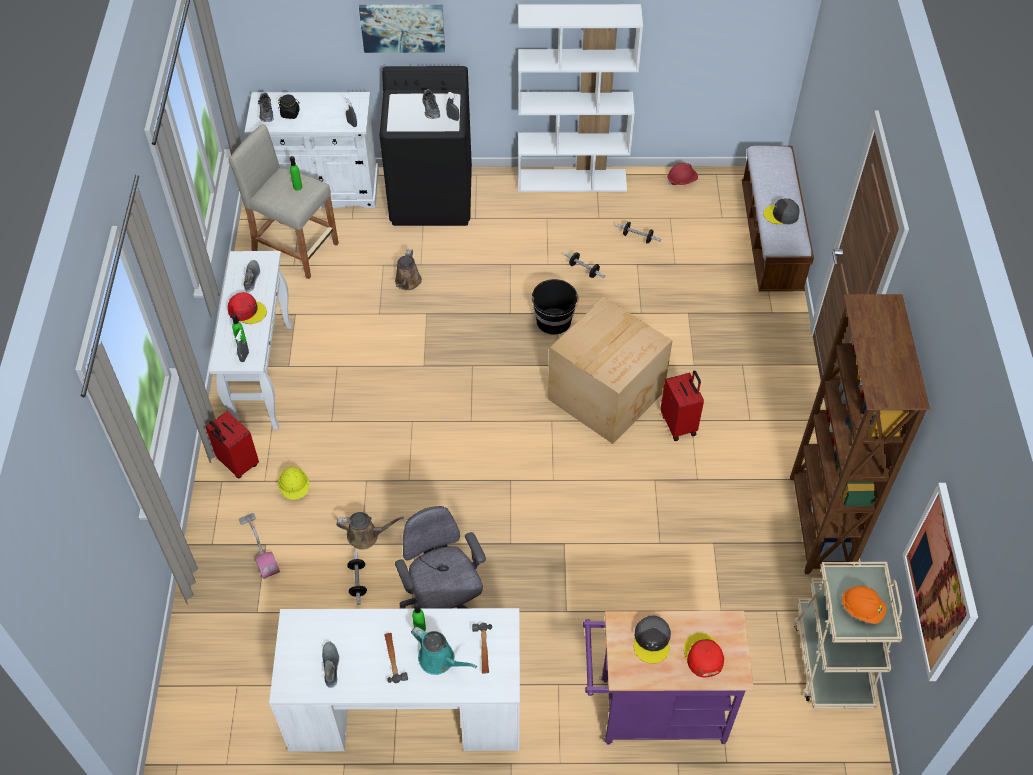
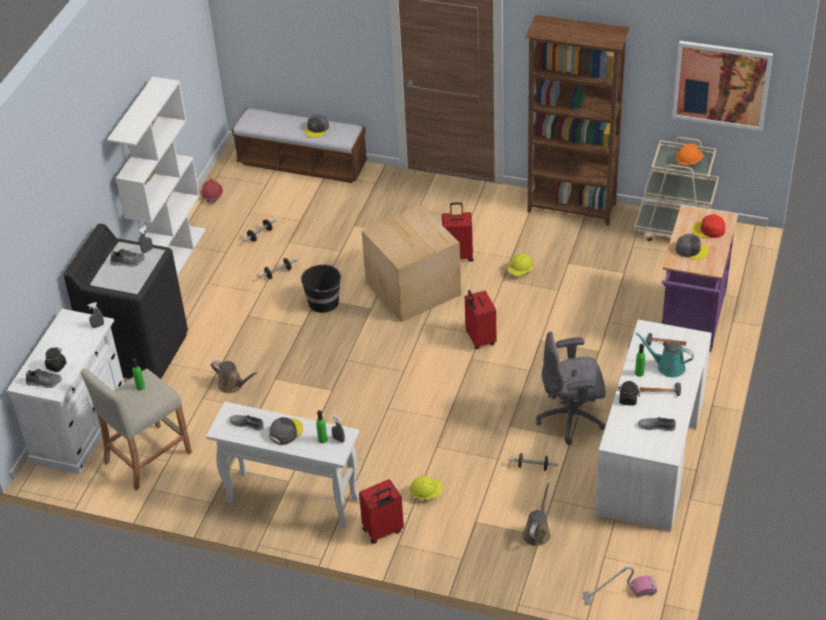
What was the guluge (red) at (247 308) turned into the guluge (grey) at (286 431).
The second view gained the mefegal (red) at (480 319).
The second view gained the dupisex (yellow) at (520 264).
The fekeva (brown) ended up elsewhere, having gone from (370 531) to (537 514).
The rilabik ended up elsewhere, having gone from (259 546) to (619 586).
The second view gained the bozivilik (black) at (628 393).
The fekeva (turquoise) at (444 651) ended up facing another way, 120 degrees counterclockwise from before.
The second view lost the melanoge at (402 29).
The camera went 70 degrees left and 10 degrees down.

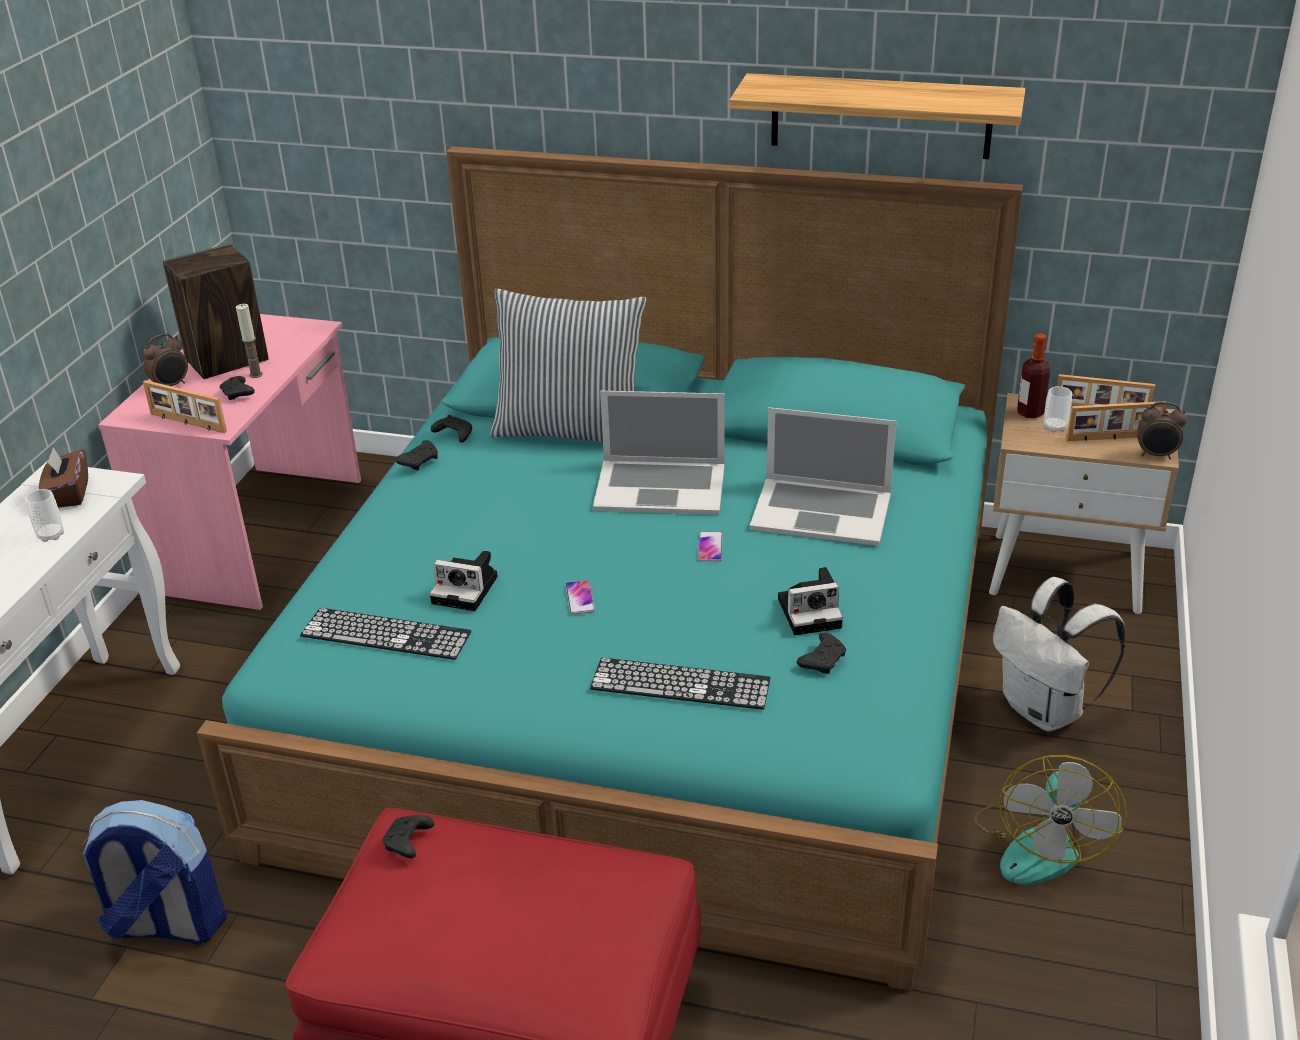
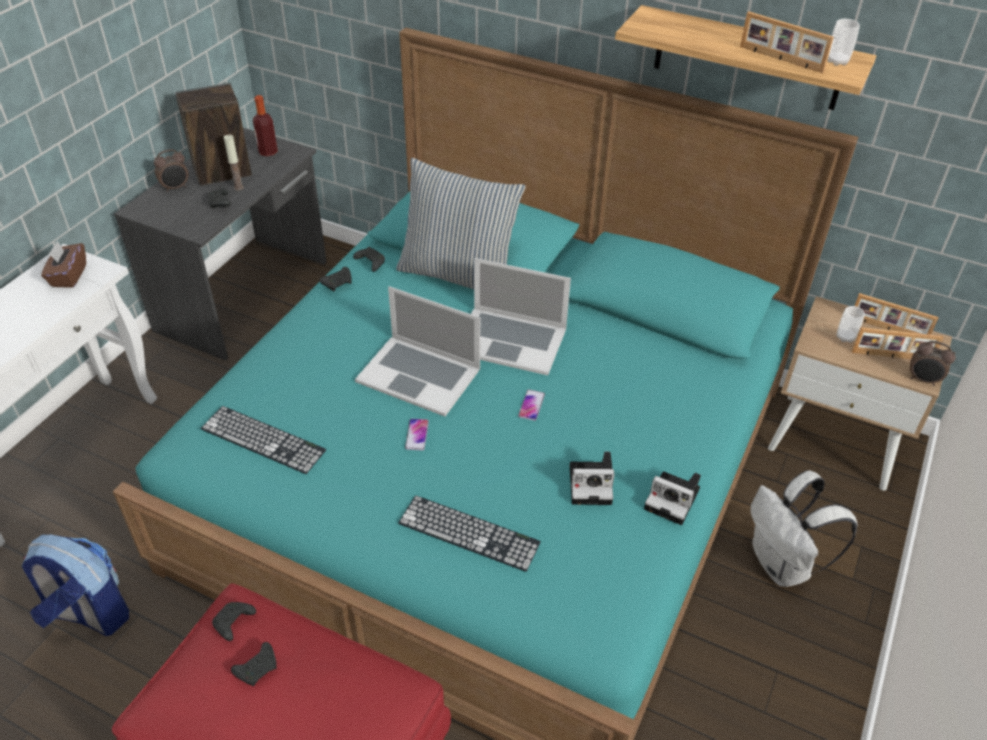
What was the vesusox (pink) at (229 462) turned into the vesusox (grey) at (220 244).
The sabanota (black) ended up elsewhere, having gone from (821 653) to (254 664).
The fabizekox ended up elsewhere, having gone from (1033 375) to (265 125).
The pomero ended up elsewhere, having gone from (823 476) to (417 351).
The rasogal ended up elsewhere, having gone from (464 581) to (672 498).
The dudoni ended up elsewhere, having gone from (185 406) to (787 42).
The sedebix ended up elsewhere, having gone from (44 515) to (843 42).
The second view lost the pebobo at (1050 819).
The camera went 10 degrees right and 10 degrees up.

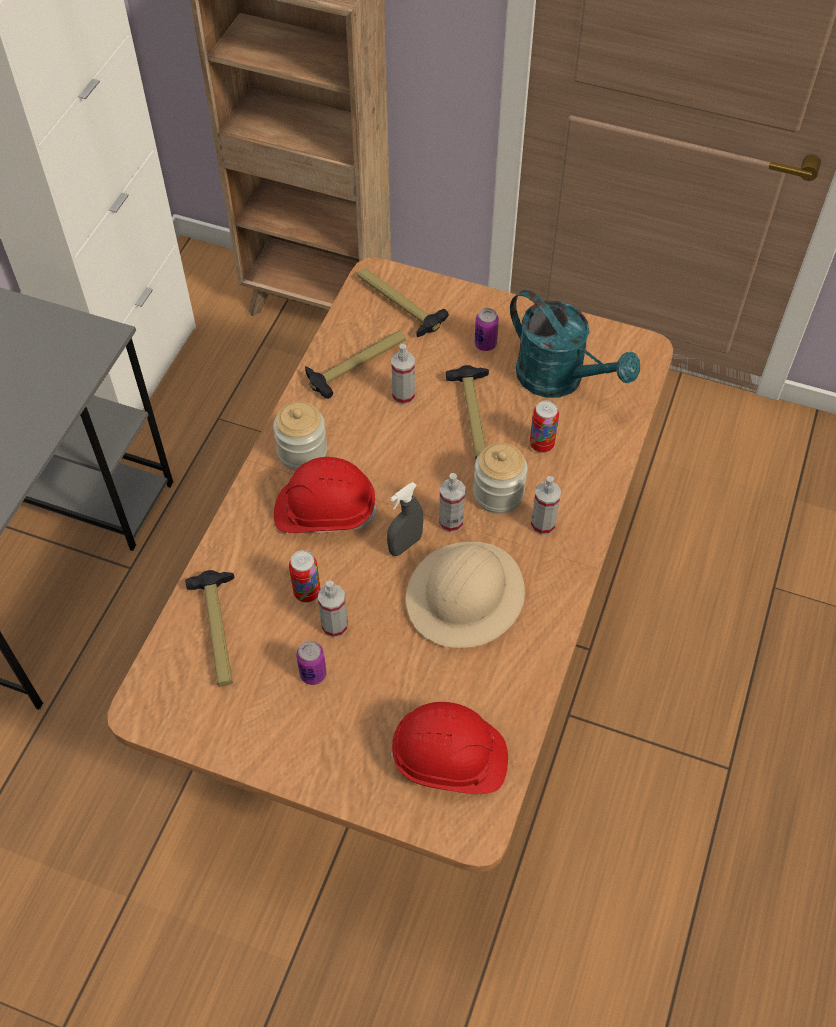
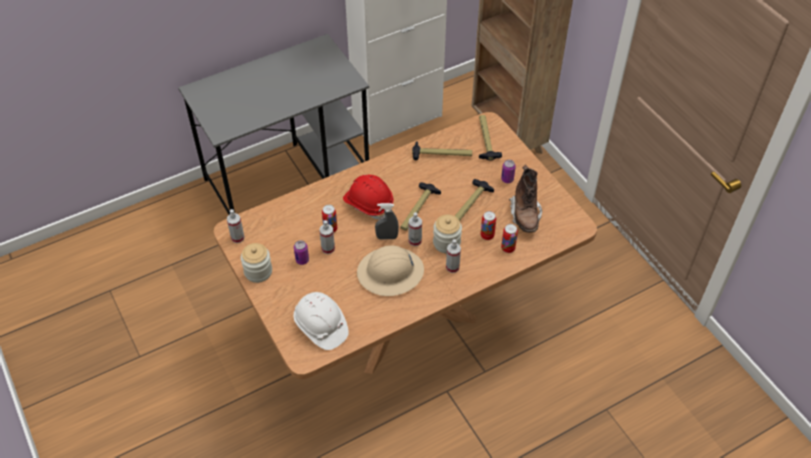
The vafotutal ended up elsewhere, having gone from (403 374) to (236 226).
The bozivilik ended up elsewhere, having gone from (300 436) to (256 263).
What was the dupisex (red) at (449 748) turned into the dupisex (white) at (321 321).
The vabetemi ended up elsewhere, having gone from (210 628) to (420 206).
The second view gained the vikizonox at (509 238).
Where the fekeva (turquoise) stood at (575 344), the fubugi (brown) came to stand at (525 199).
The camera went 40 degrees right and 5 degrees down.

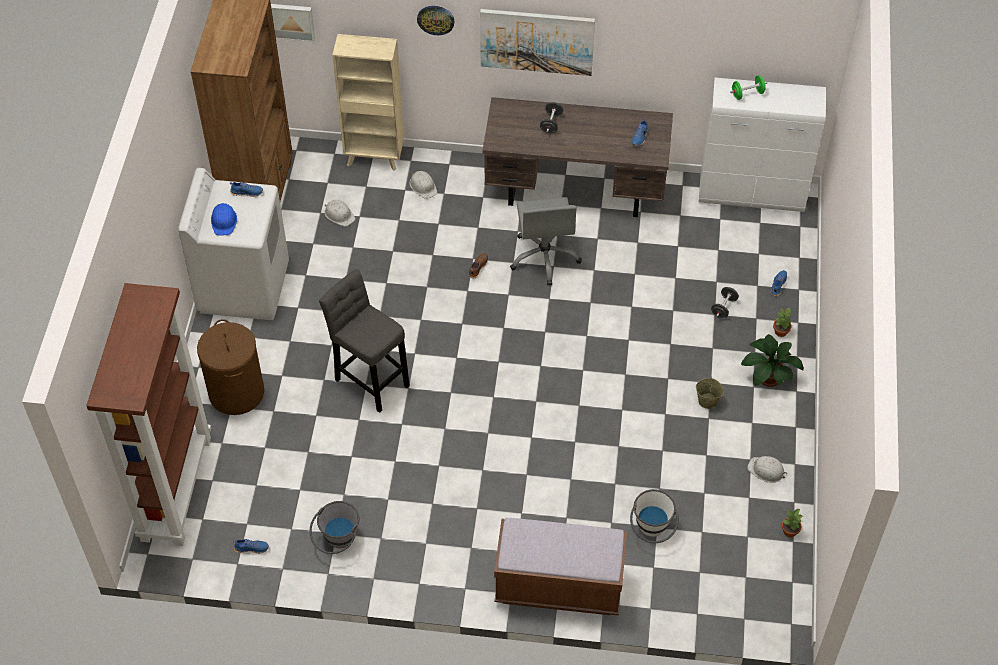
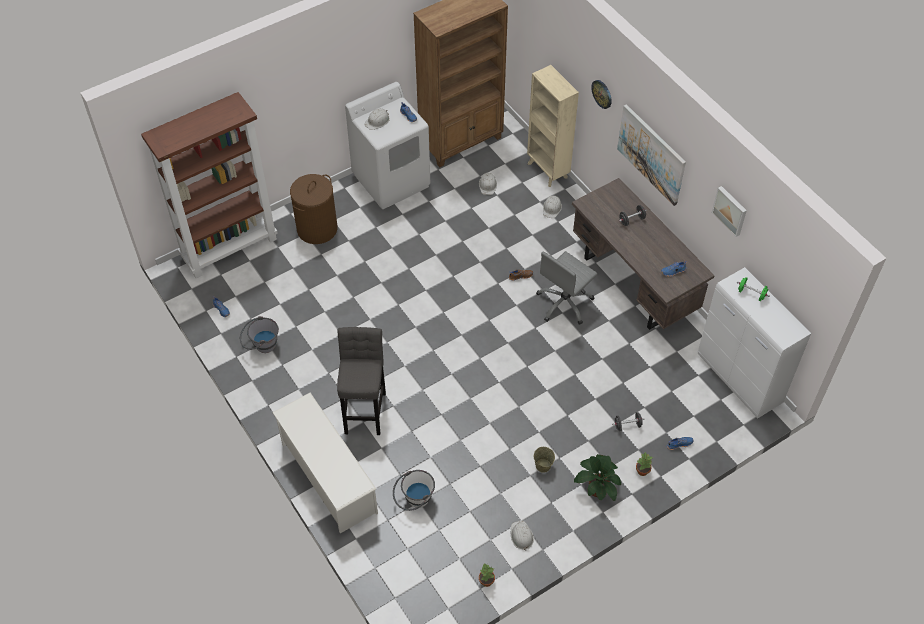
Where the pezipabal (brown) stood at (560 566), the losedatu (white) came to stand at (325 463).
The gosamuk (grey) ended up elsewhere, having gone from (364 341) to (361 381).
What was the dupisex (blue) at (224 219) turned into the dupisex (white) at (377 119).
The melanoge ended up elsewhere, having gone from (293 23) to (729 211).
The camera went 50 degrees right and 0 degrees up.

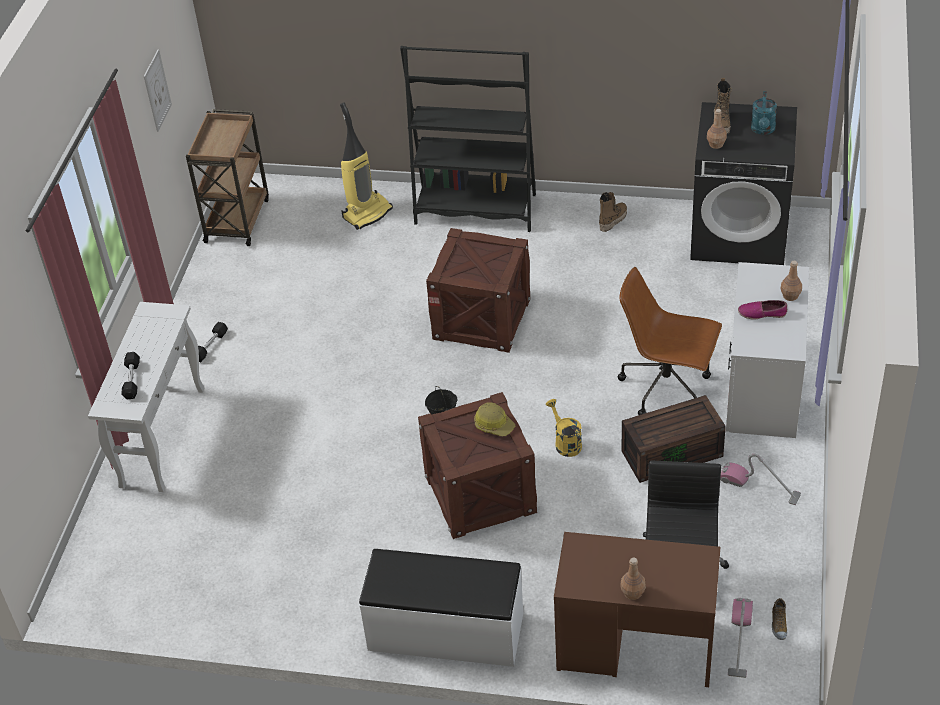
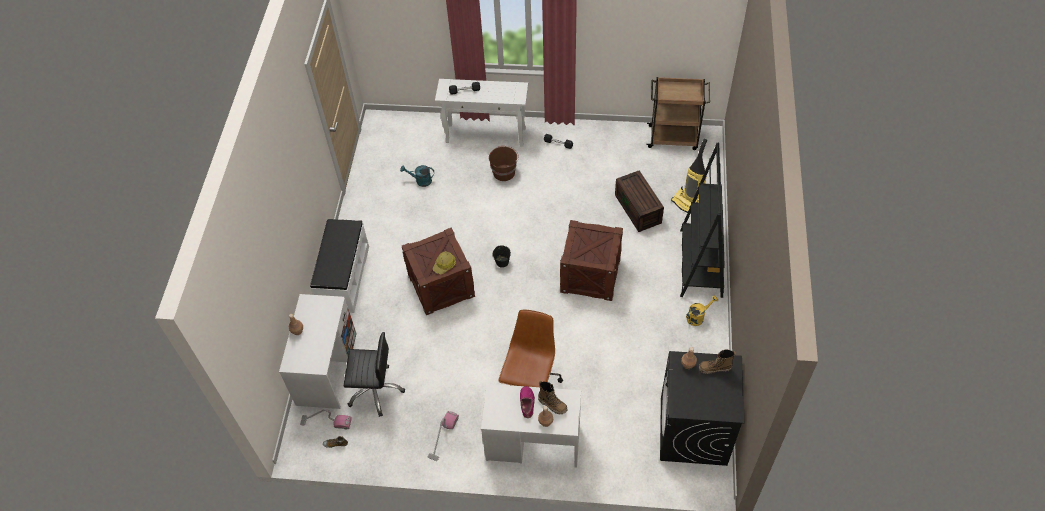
What was the vesusox (brown) at (637 609) turned into the vesusox (white) at (318 351).
The fekeva (turquoise) ended up elsewhere, having gone from (764 113) to (417 176).
The second view gained the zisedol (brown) at (504 163).
The fubugi ended up elsewhere, having gone from (613 212) to (552 397).
The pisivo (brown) ended up elsewhere, having gone from (673 439) to (639 201).
The fekeva (yellow) ended up elsewhere, having gone from (564 428) to (702 310).
The second view lost the melanoge at (158 90).
The camera went 85 degrees right and 10 degrees up.

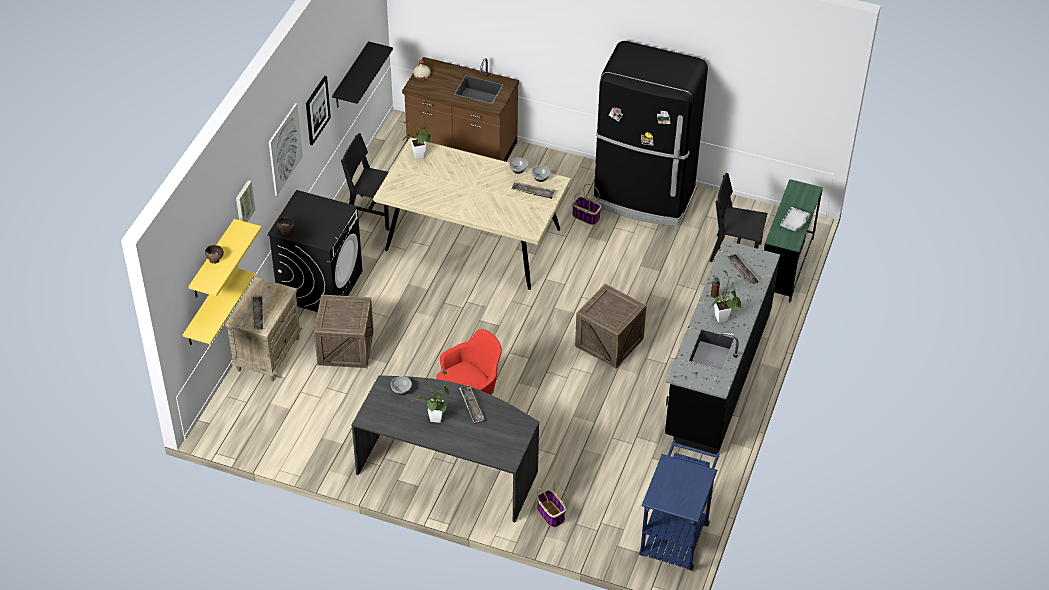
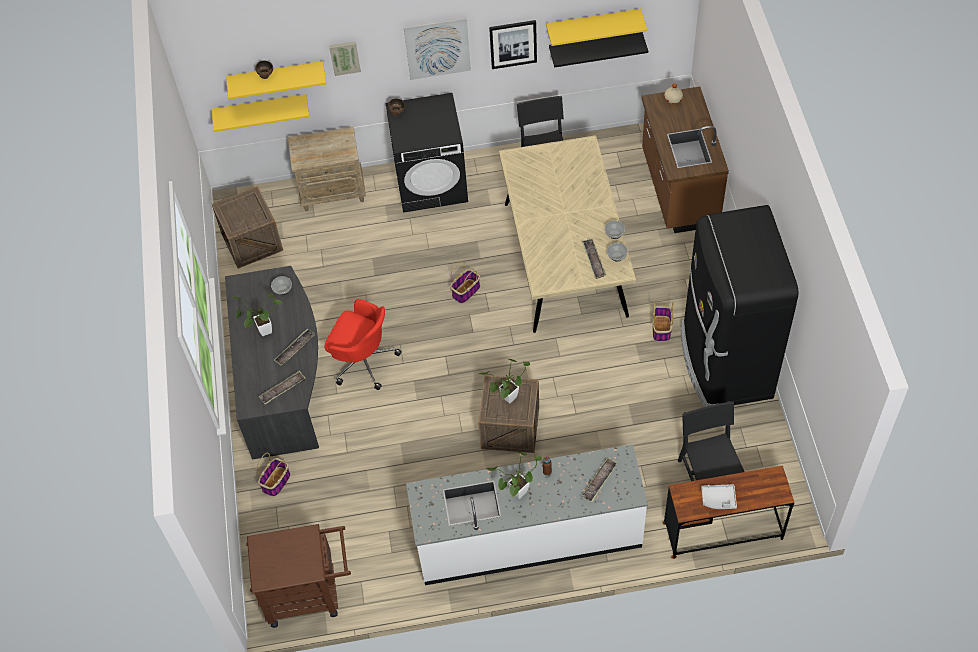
The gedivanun ended up elsewhere, having gone from (344 331) to (247 227).
What was the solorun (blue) at (679 505) turned into the solorun (brown) at (298 576).
The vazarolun ended up elsewhere, having gone from (258 312) to (282 387).
What was the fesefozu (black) at (722 347) turned into the fesefozu (white) at (527 514).
The second view gained the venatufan at (465 282).
The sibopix ended up elsewhere, having gone from (417 134) to (504 381).
The second view gained the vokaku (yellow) at (596 27).
What was the vesusox (green) at (793 240) turned into the vesusox (brown) at (728 512).
The camera went 65 degrees right and 10 degrees up.

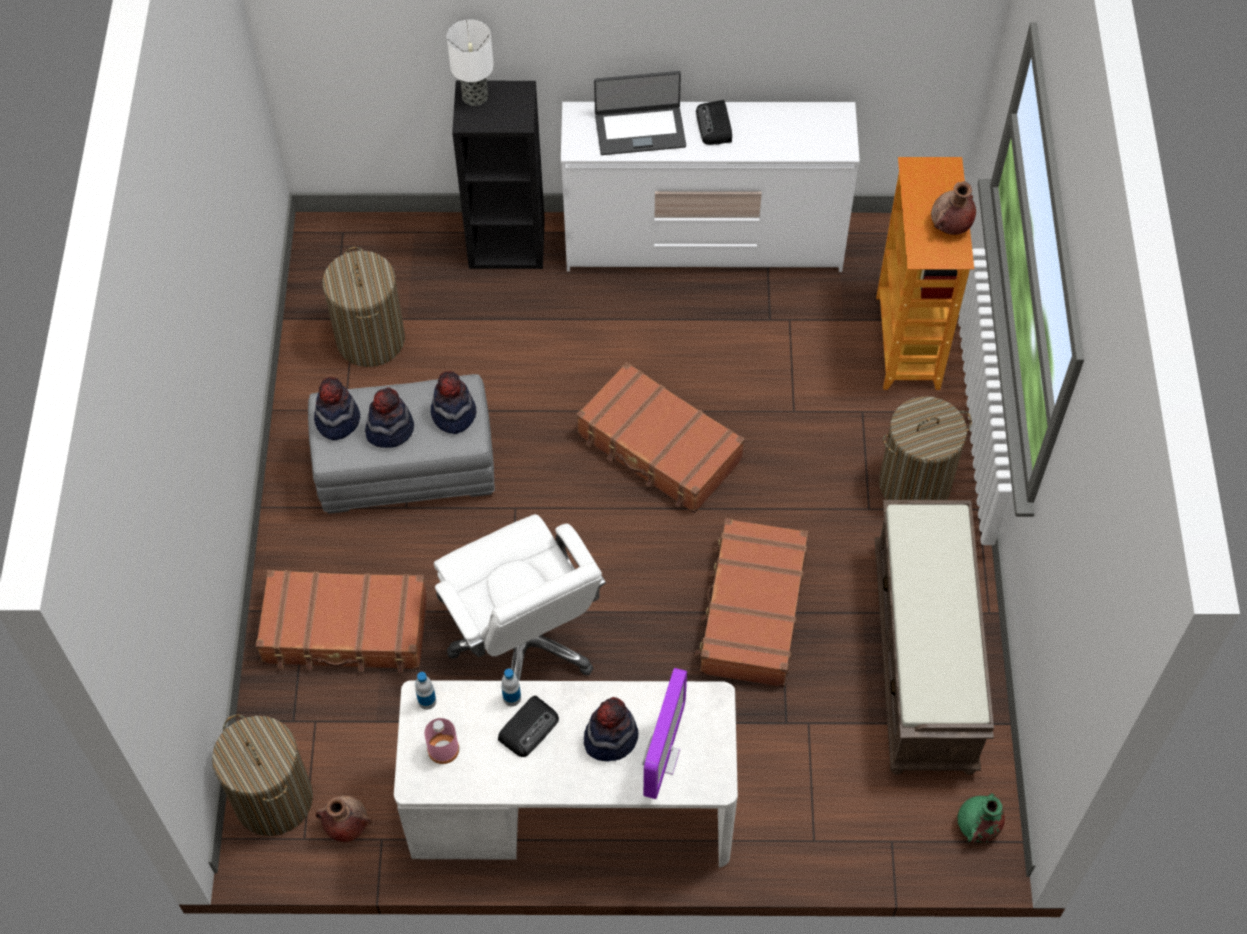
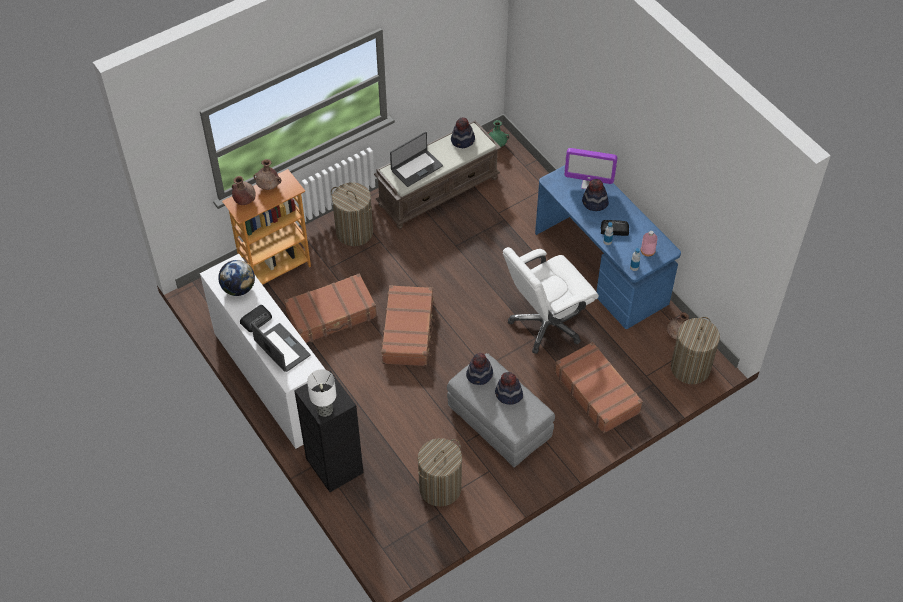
The second view gained the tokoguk at (236 278).
The second view gained the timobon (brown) at (244 190).
The mefegal (brown) ended up elsewhere, having gone from (751 602) to (330 308).
The second view gained the pomero at (416 159).
The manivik ended up elsewhere, having gone from (337 408) to (463 132).
The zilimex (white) at (520 597) ended up facing another way, 150 degrees counterclockwise from before.
What was the vesusox (white) at (566 774) turned into the vesusox (blue) at (608 247).
The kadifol at (664 733) ended up facing another way, 150 degrees counterclockwise from before.
The camera went 125 degrees left and 5 degrees down.

